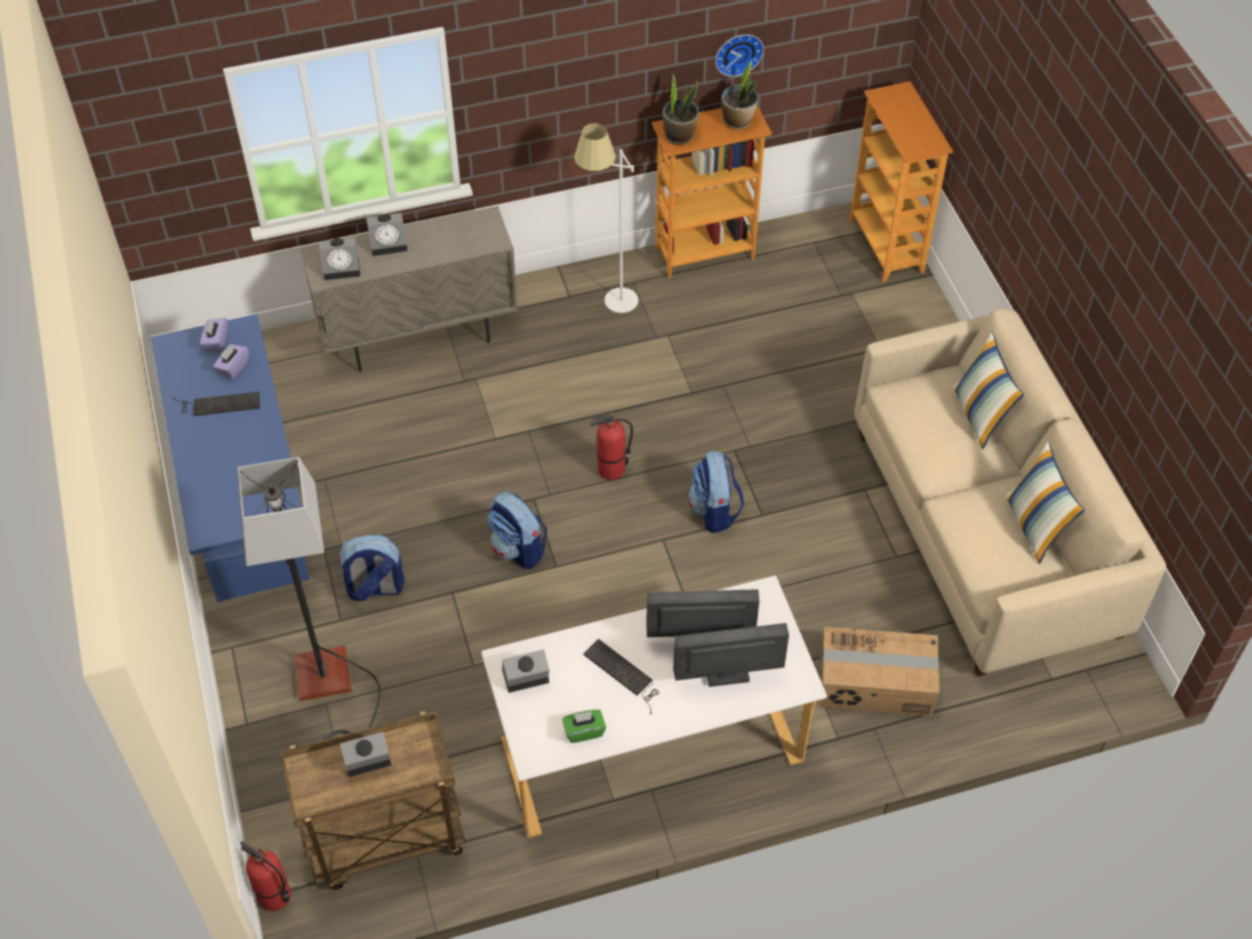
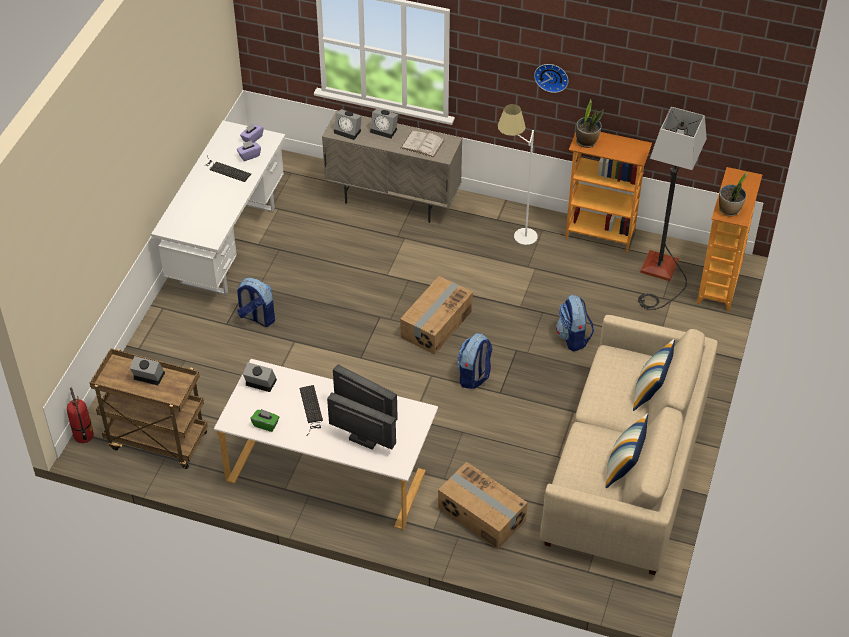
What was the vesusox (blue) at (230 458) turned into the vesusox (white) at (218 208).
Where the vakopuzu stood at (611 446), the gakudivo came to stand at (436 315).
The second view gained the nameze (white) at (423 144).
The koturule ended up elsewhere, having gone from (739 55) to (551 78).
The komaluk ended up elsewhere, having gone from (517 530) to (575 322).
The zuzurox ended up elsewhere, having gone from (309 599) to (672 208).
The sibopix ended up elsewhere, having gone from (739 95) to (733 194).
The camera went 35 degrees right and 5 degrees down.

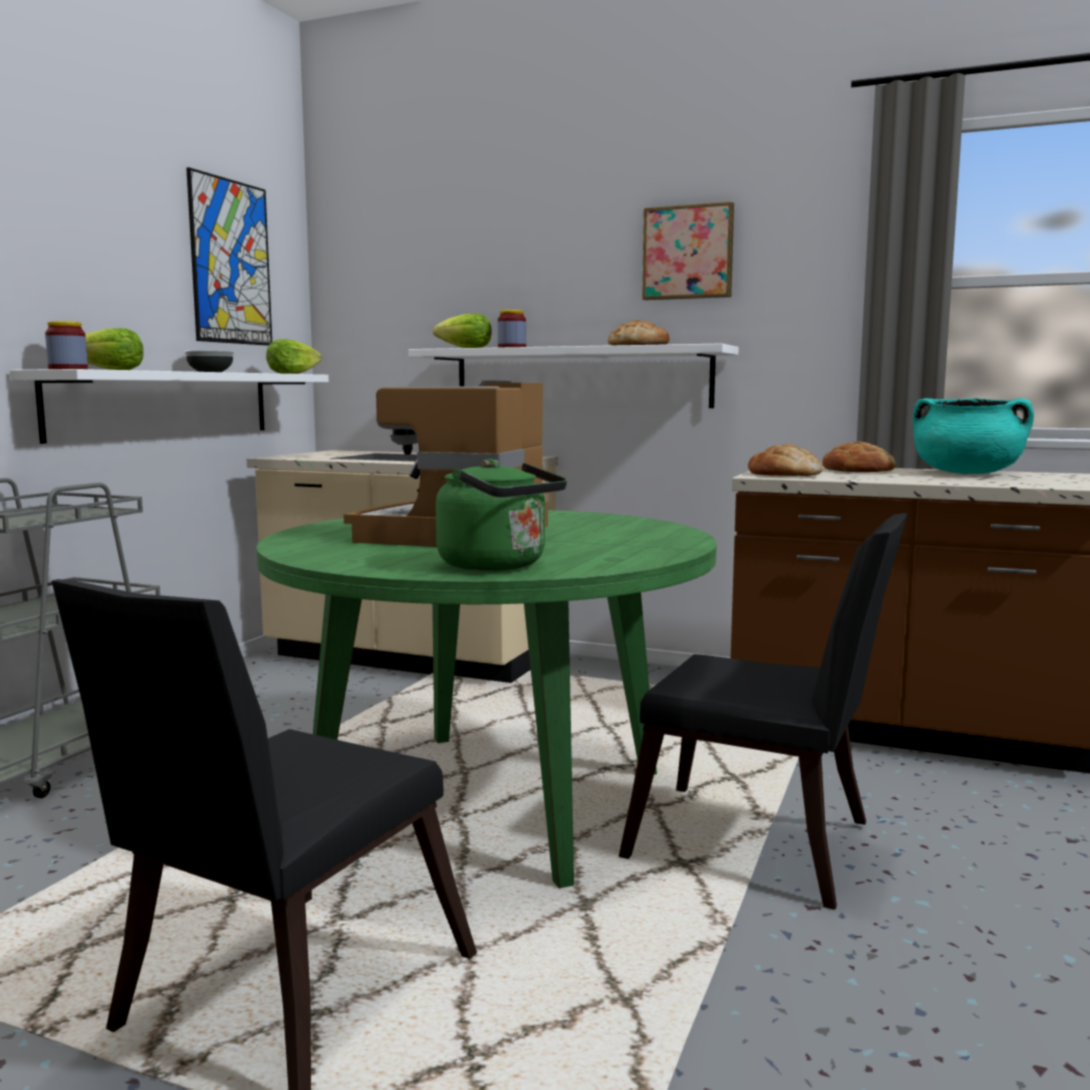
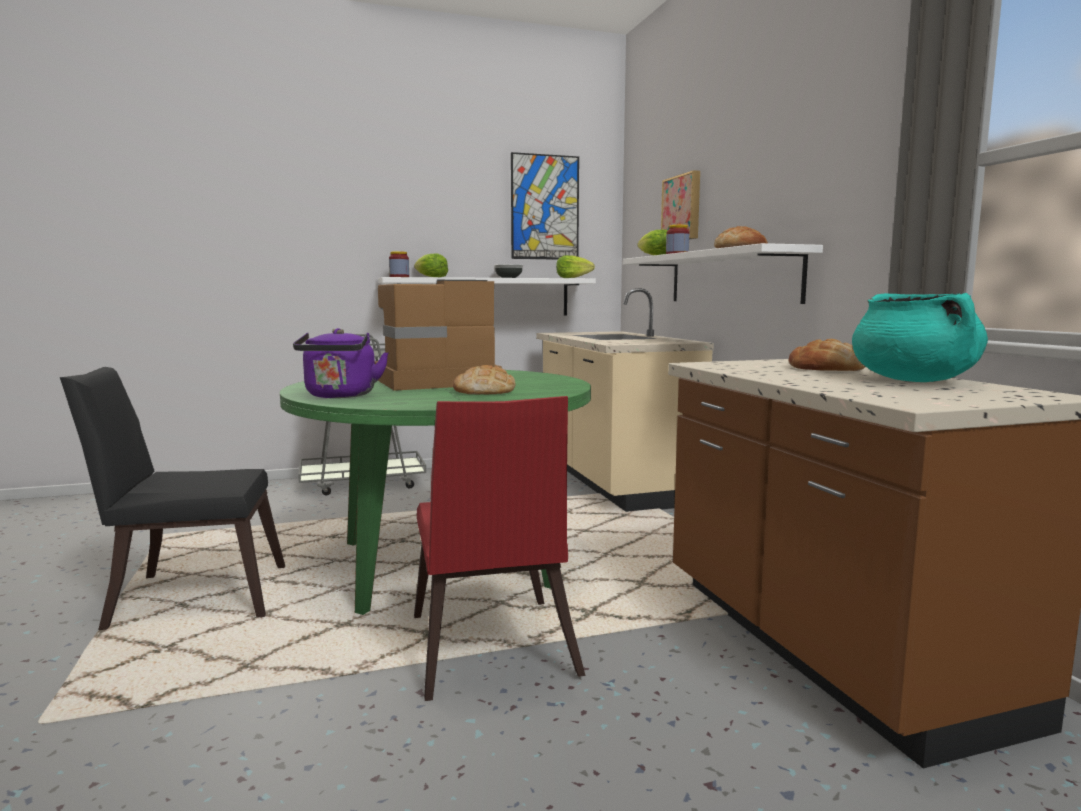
What was the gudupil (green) at (501 515) turned into the gudupil (purple) at (341 363).
What was the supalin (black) at (763 711) turned into the supalin (red) at (499 548).
The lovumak ended up elsewhere, having gone from (785 460) to (484 379).
The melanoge ended up elsewhere, having gone from (688 251) to (680 205).
The camera went 50 degrees right and 0 degrees up.

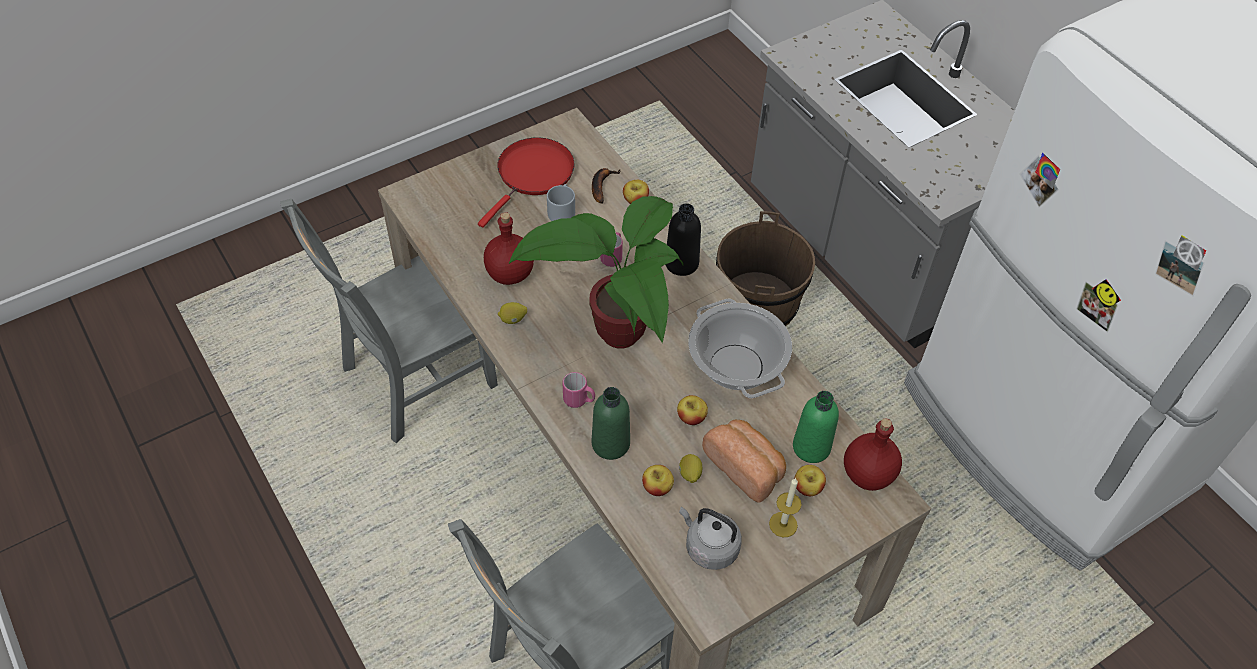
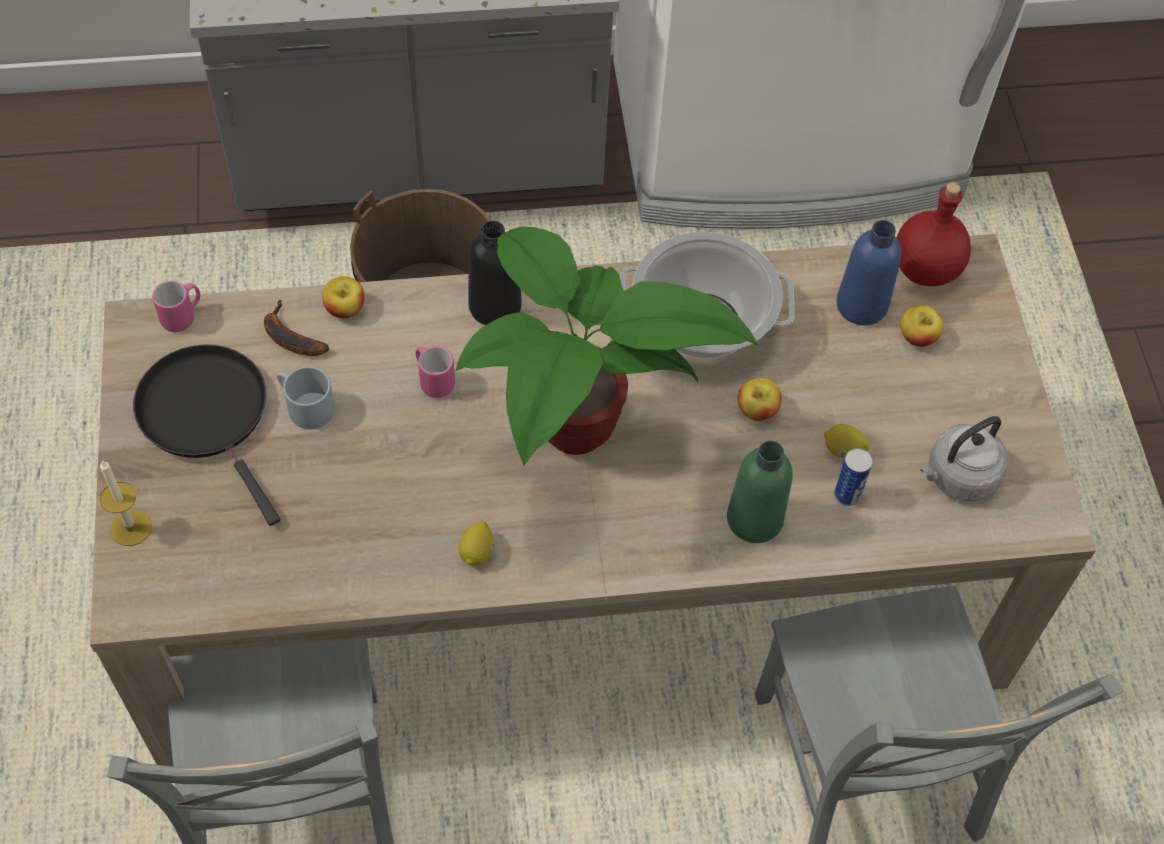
The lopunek ended up elsewhere, having gone from (785 507) to (126 503).
What was the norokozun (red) at (526 182) turned into the norokozun (black) at (207 435).
The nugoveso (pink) ended up elsewhere, having gone from (579 390) to (176 306).
Where the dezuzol stood at (658 480), the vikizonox came to stand at (853 477).
What was the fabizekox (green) at (816 427) turned into the fabizekox (blue) at (869 272).
The second view lost the fabizekox (red) at (509 248).
The second view lost the lovumak at (744 461).
The camera went 65 degrees left and 5 degrees up.

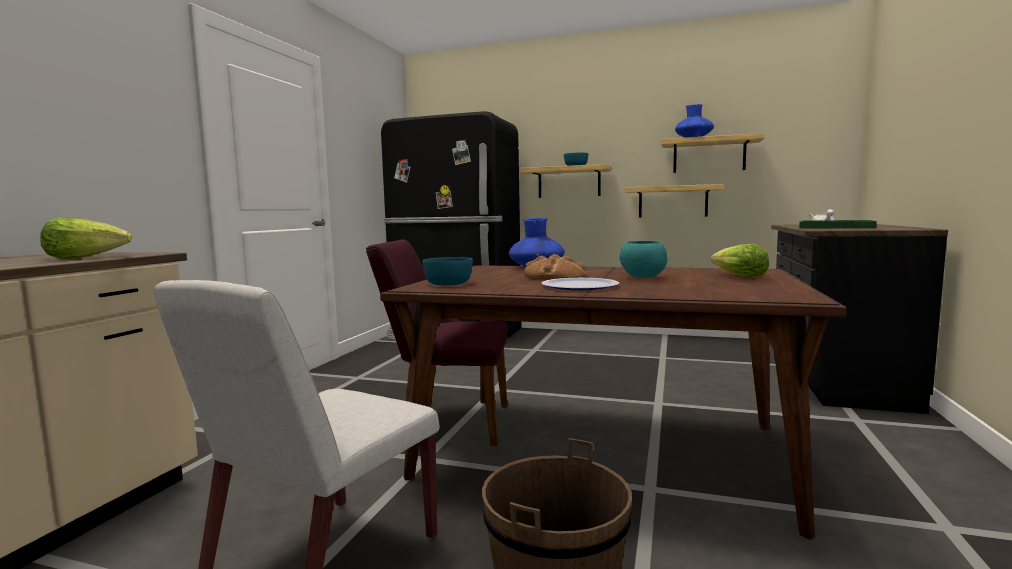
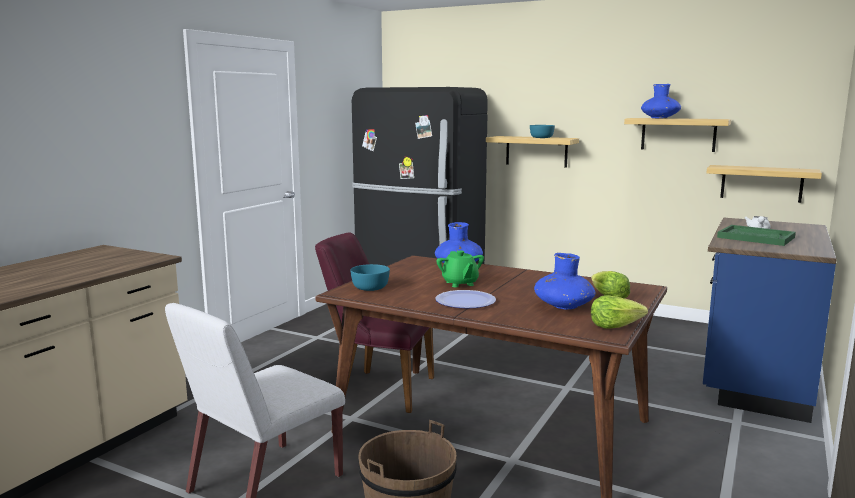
Where the lovumak stood at (555 267), the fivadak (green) came to stand at (460 268).
The second view gained the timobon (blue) at (564 281).
The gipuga ended up elsewhere, having gone from (86 238) to (619 312).
What was the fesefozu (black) at (859 319) turned into the fesefozu (blue) at (770 320).
The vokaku ended up elsewhere, having gone from (674 200) to (764 184).
The second view lost the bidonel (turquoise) at (644 259).
The camera went 10 degrees right and 5 degrees up.

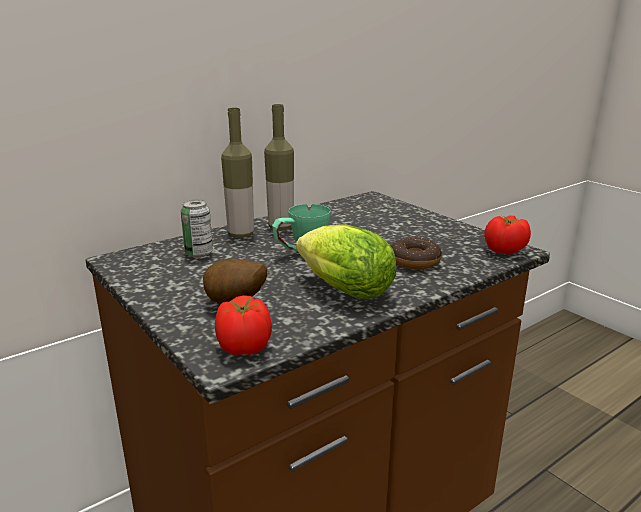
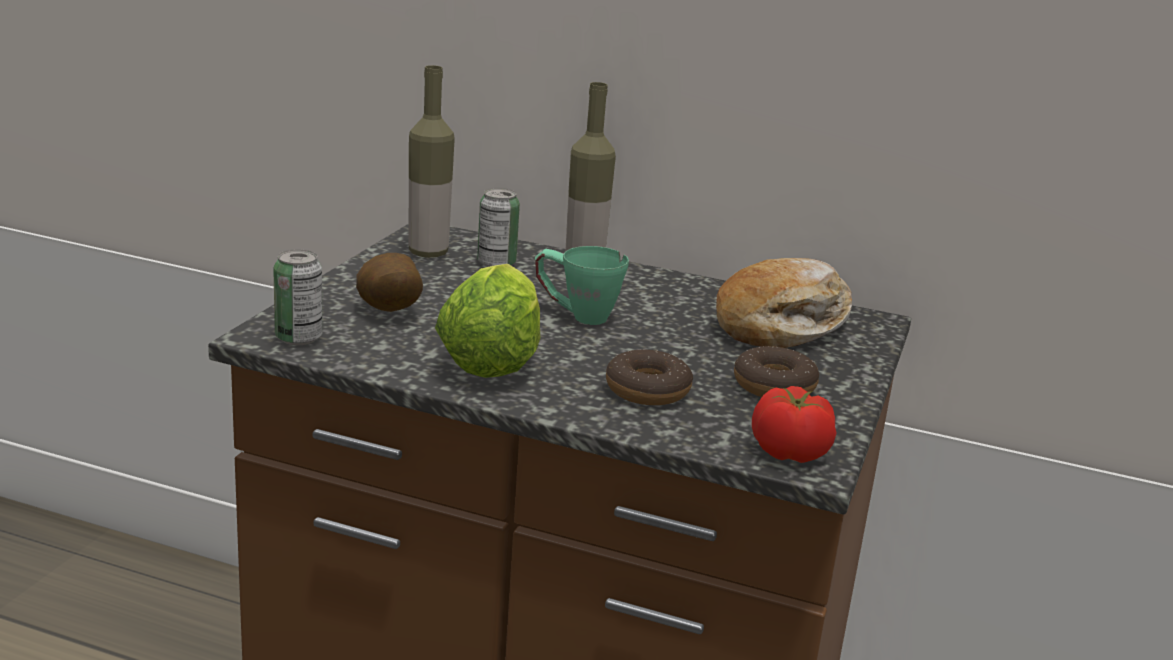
Where the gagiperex stood at (243 325), the vikizonox came to stand at (297 297).
The fabizekox ended up elsewhere, having gone from (279 167) to (432 161).
The second view gained the lovumak at (784 303).
The second view gained the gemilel at (776 371).
The camera went 55 degrees right and 0 degrees up.

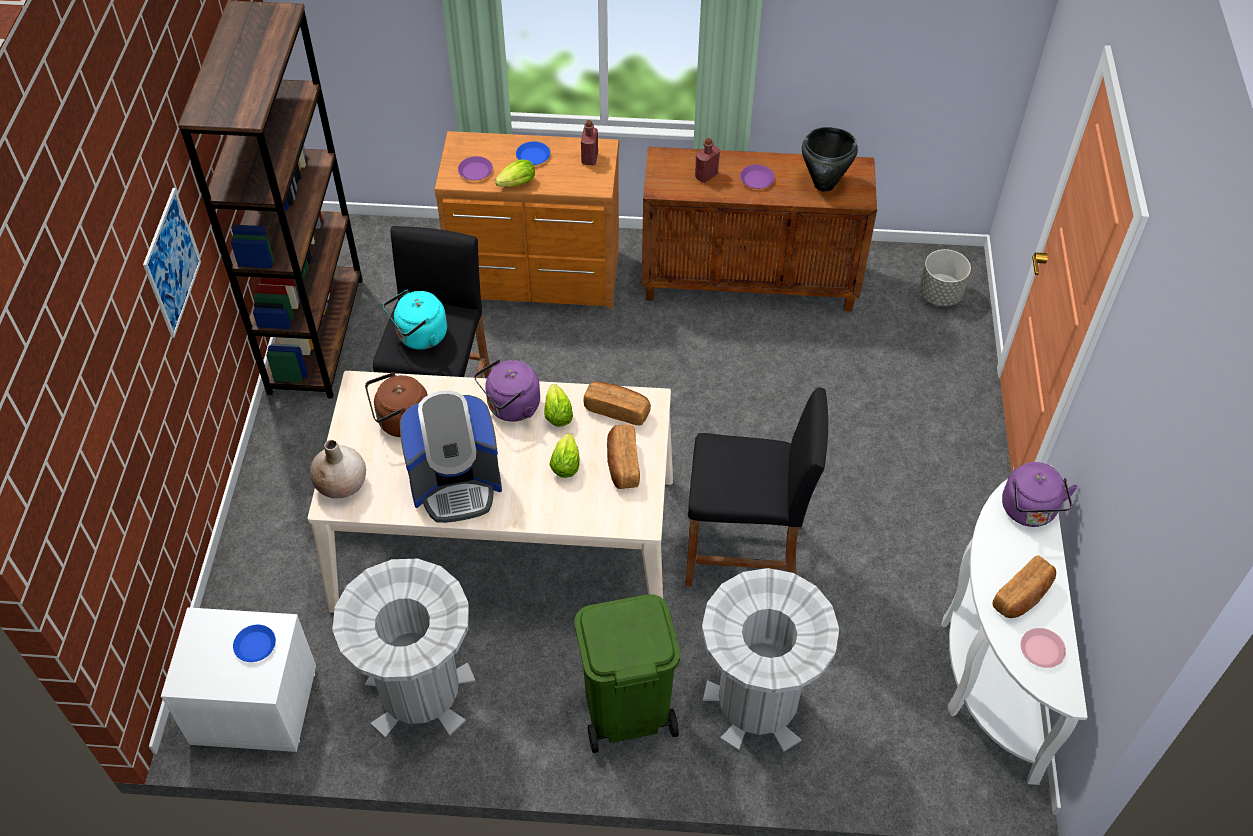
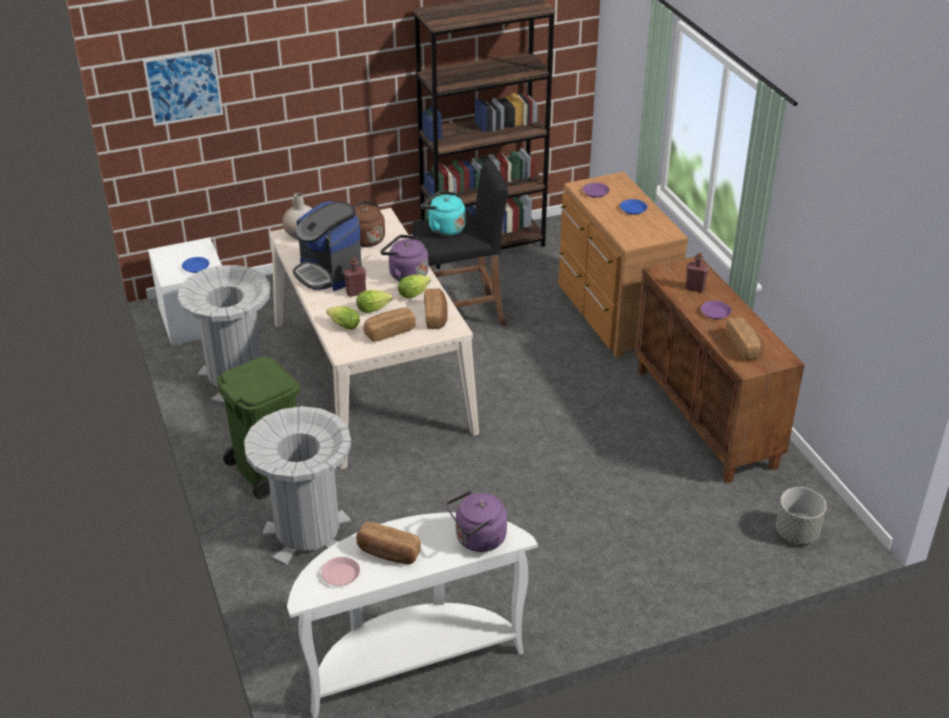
The melanoge ended up elsewhere, having gone from (172 263) to (183 87).
The gipuga ended up elsewhere, having gone from (515 173) to (343 318).
The fabizekox (red) ended up elsewhere, having gone from (589 142) to (355 277).
Where the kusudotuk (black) stood at (830 159), the lovumak came to stand at (745 338).
The second view lost the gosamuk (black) at (756 487).
The camera went 65 degrees right and 15 degrees down.

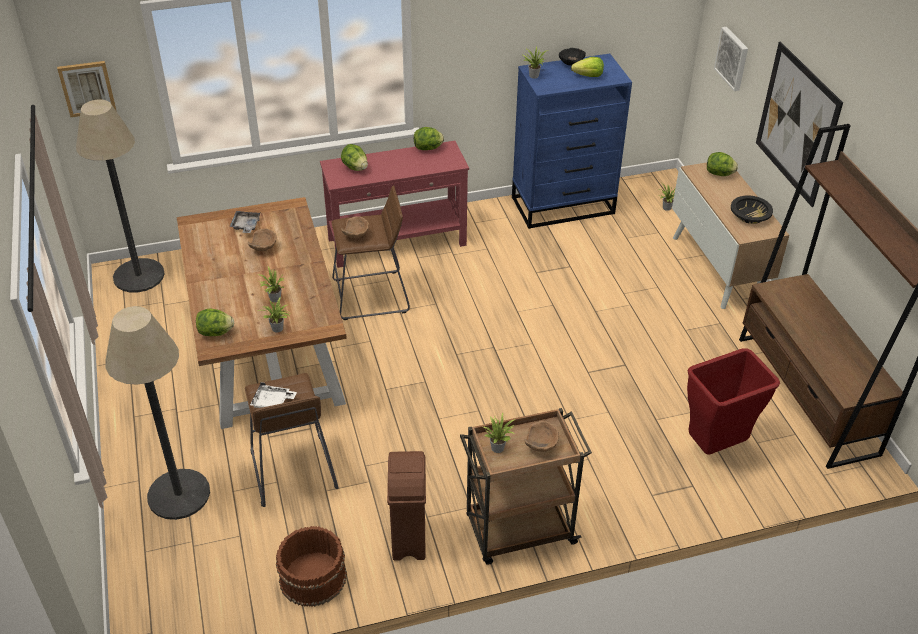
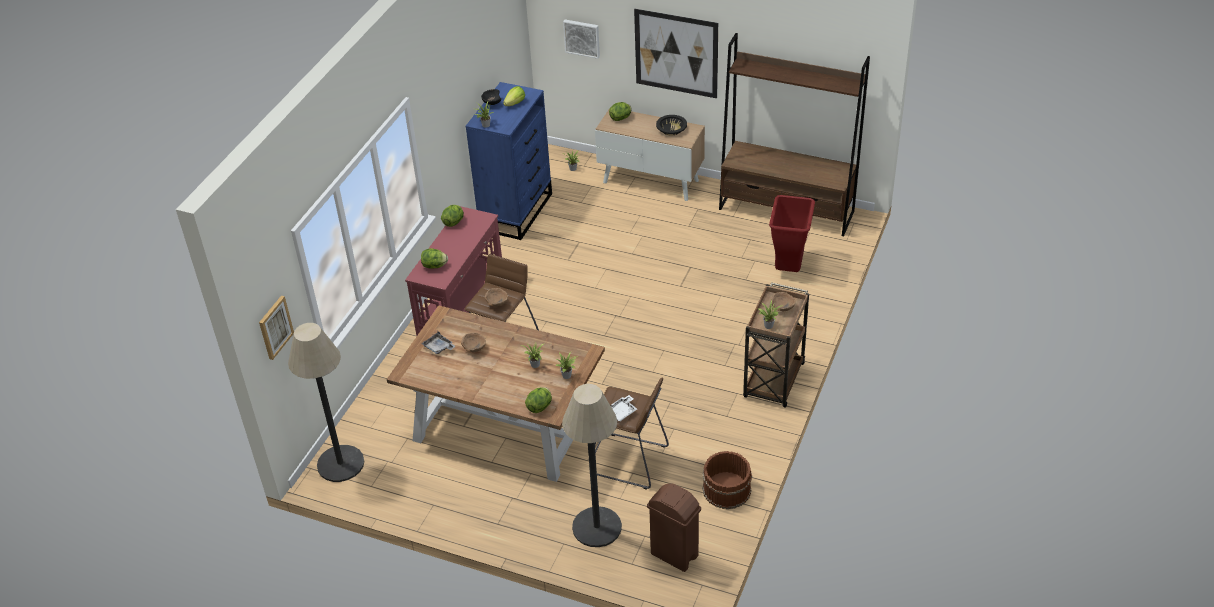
The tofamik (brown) ended up elsewhere, having gone from (406 506) to (674 527).
The camera went 50 degrees left and 0 degrees up.

